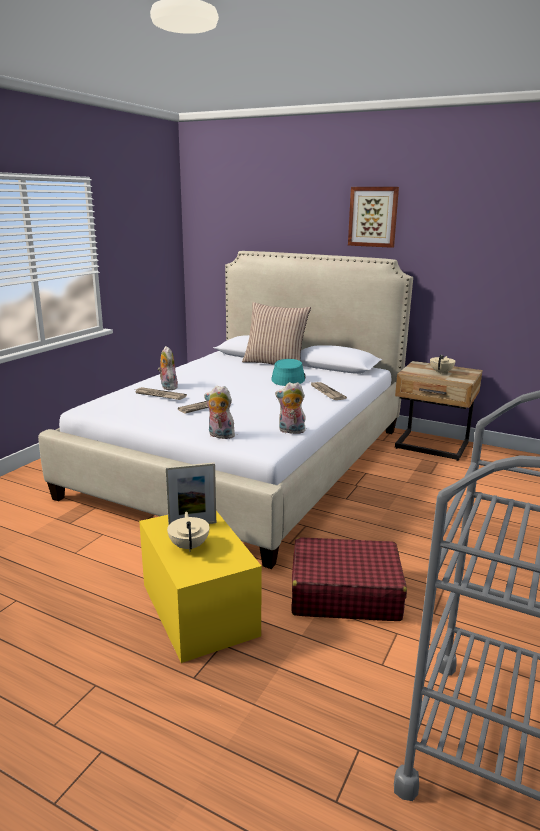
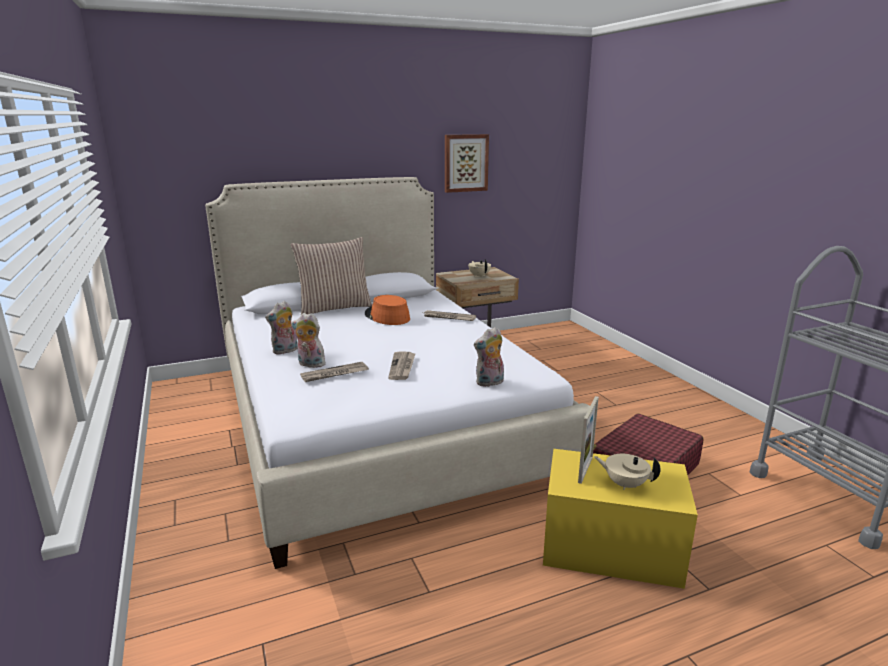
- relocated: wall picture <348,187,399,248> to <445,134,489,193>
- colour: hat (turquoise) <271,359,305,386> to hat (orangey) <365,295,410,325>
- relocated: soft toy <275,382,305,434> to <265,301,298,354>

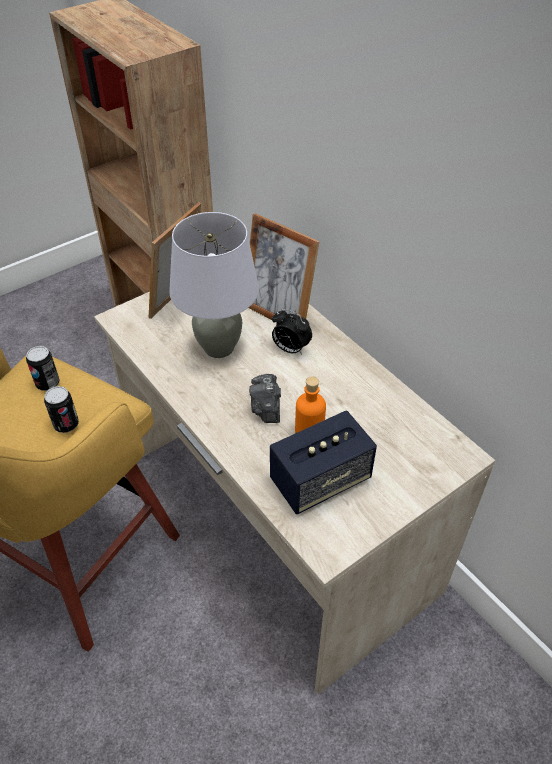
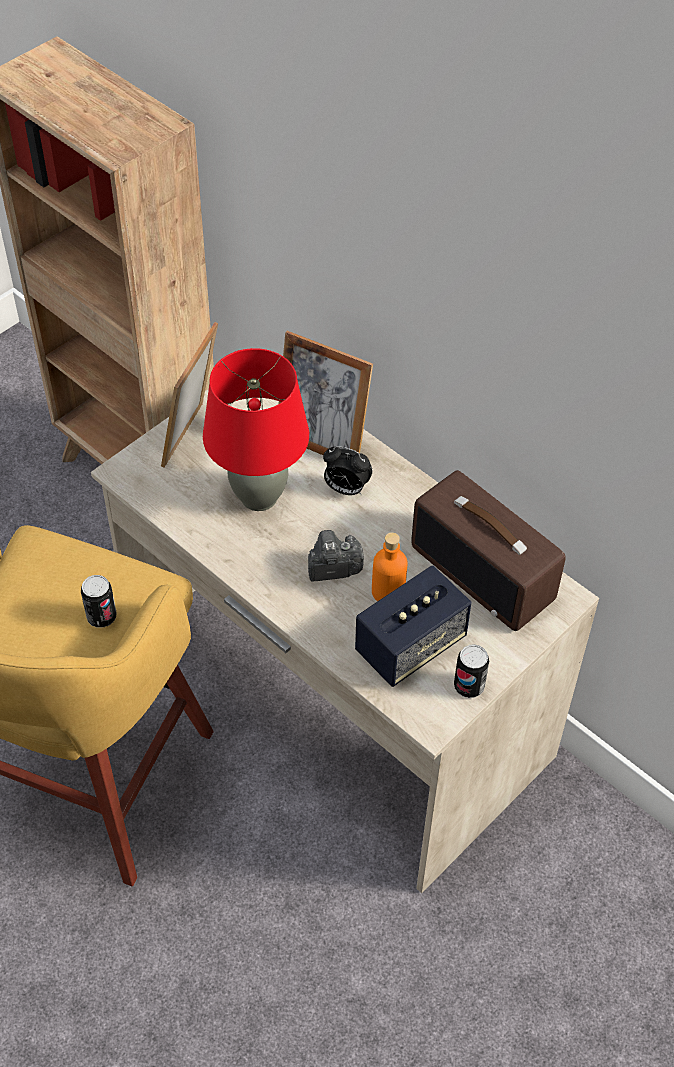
- colour: table lamp (greyish) <169,212,259,358> to table lamp (reddish) <203,348,309,511>
- relocated: sealed can <26,346,60,391> to <454,644,489,698>
- spun: photo camera <249,374,281,423> = <308,530,364,582> 90 degrees clockwise
- appeared: radio <411,470,566,631>

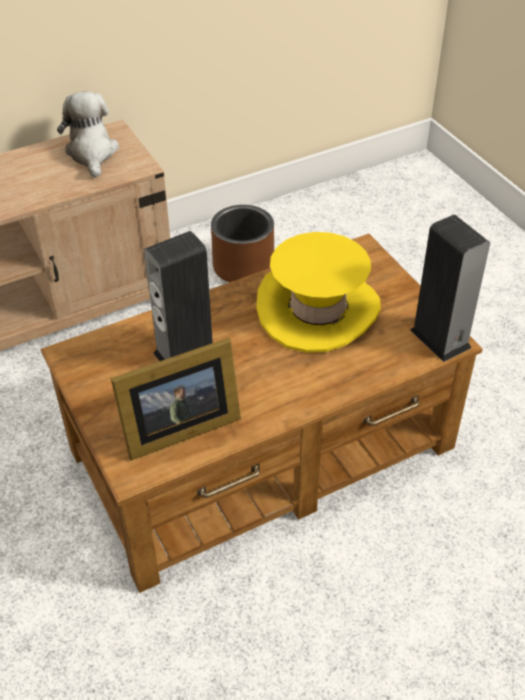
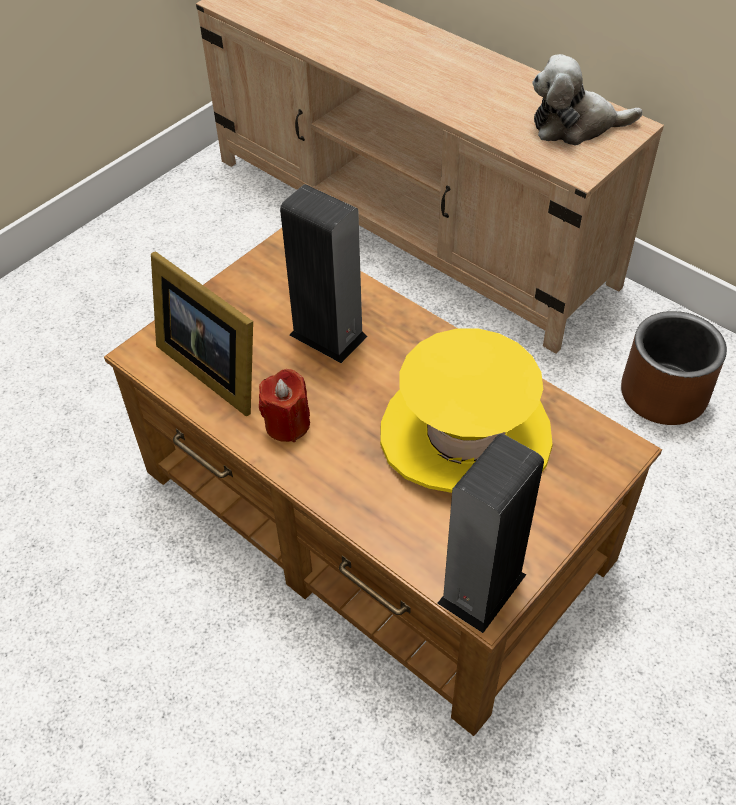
- spun: soft toy <57,92,119,178> = <532,54,643,146> 150 degrees counterclockwise
- appeared: wax candle (reddish) <259,369,310,442>

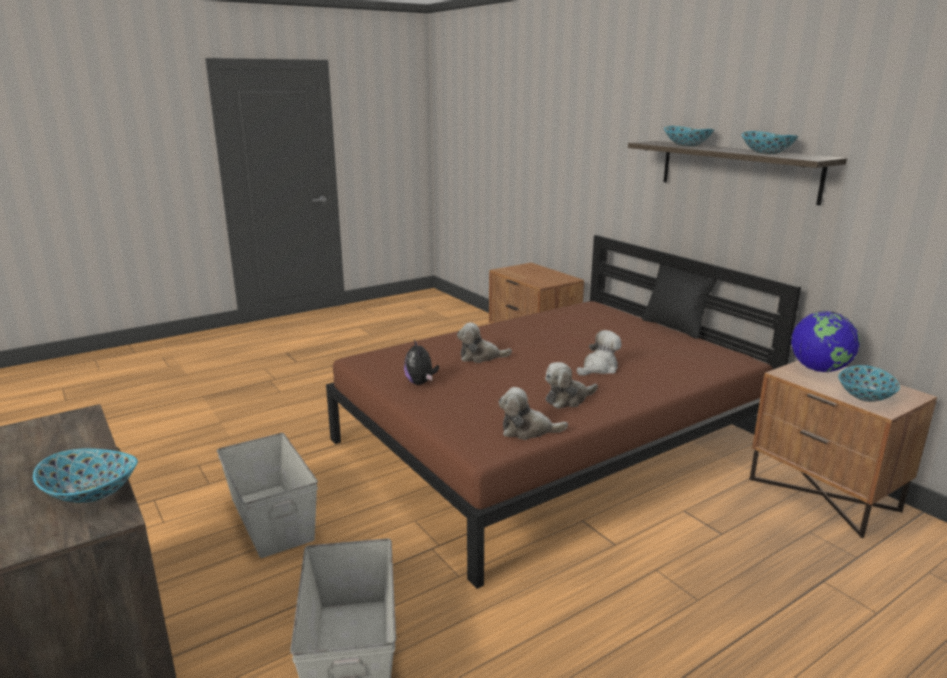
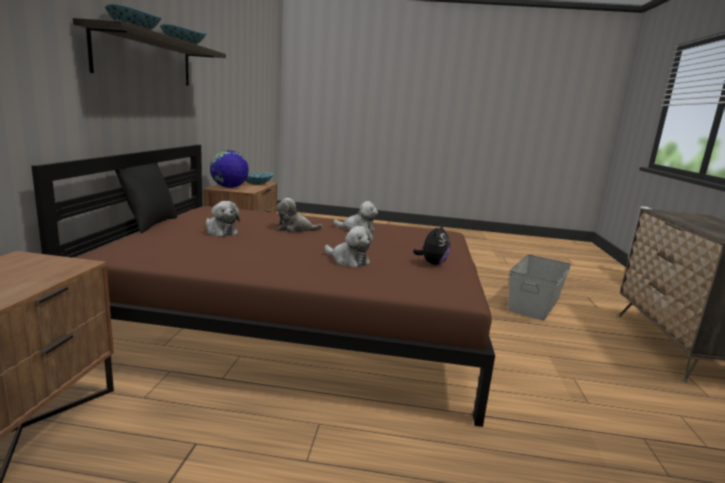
- relocated: soft toy <499,387,568,440> to <206,201,240,237>
- missing: storage bin (greyish) <217,433,318,558>
- missing: bowl <33,448,138,503>

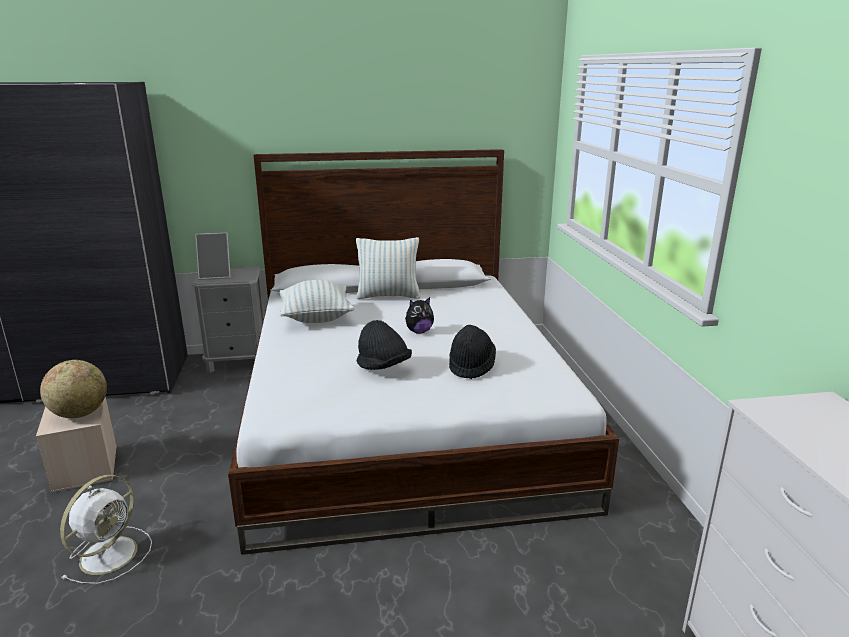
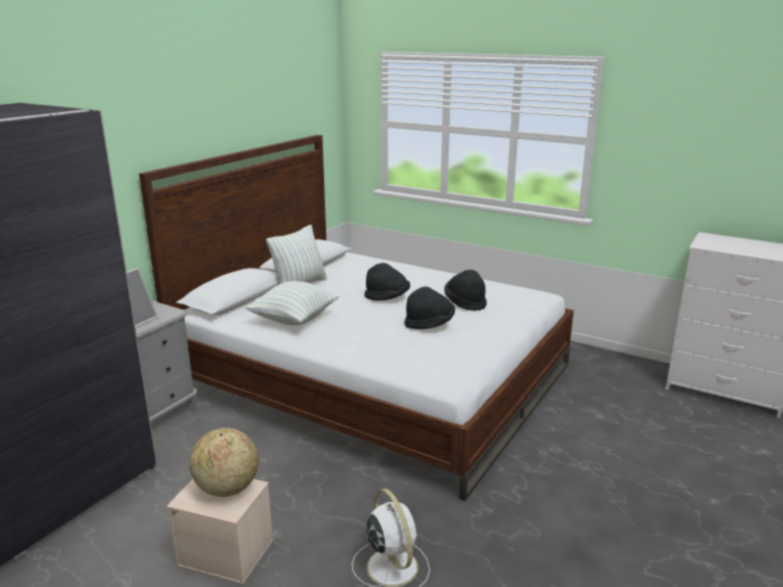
- exchanged: soft toy <405,297,434,334> to hat (black-coloured) <364,263,410,301>

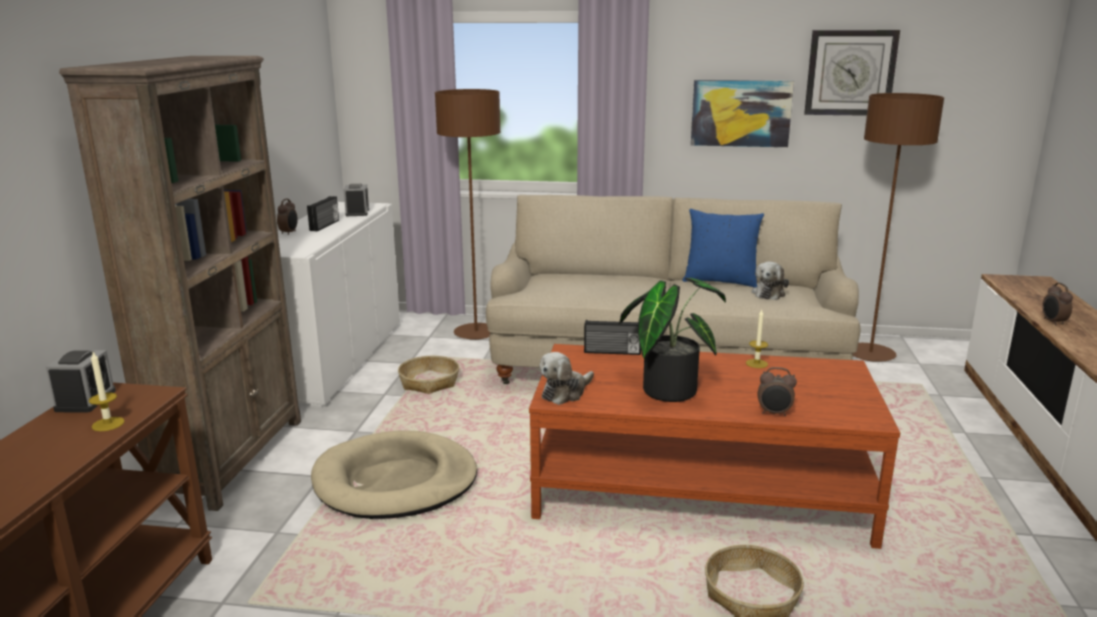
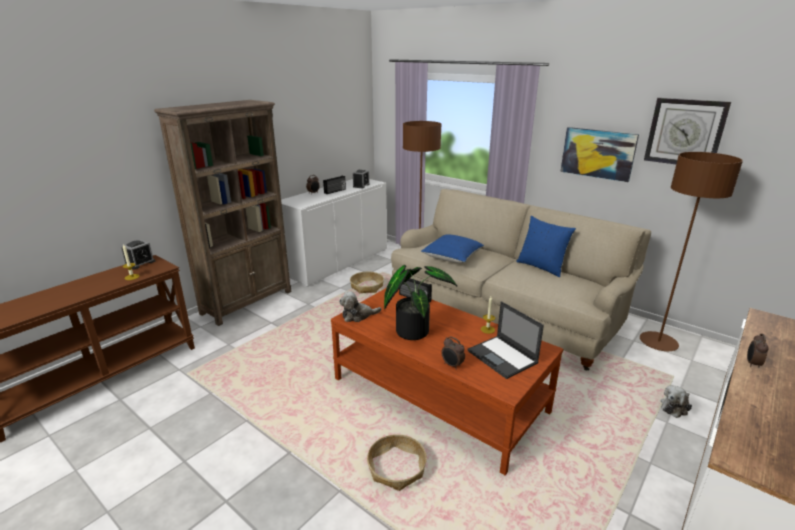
- relocated: soft toy <752,261,789,300> to <661,385,692,418>
- missing: pet bed (beige-coloured) <311,430,477,519>
- appeared: cushion (blue) <421,235,484,263>
- appeared: portable computer <467,301,544,379>

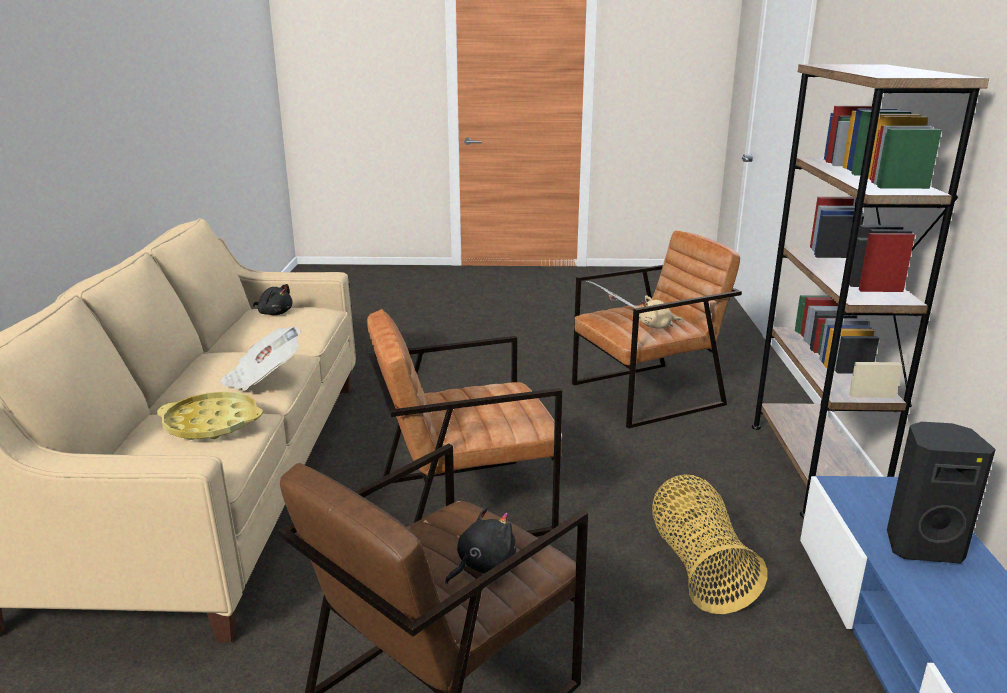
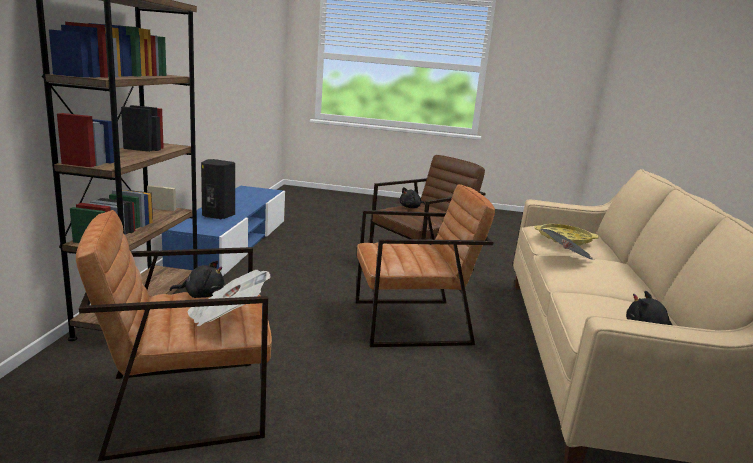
- colour: soft toy (beige-coloured) <639,296,683,329> to soft toy (black-coloured) <170,261,224,298>
- missing: basket <652,474,768,614>

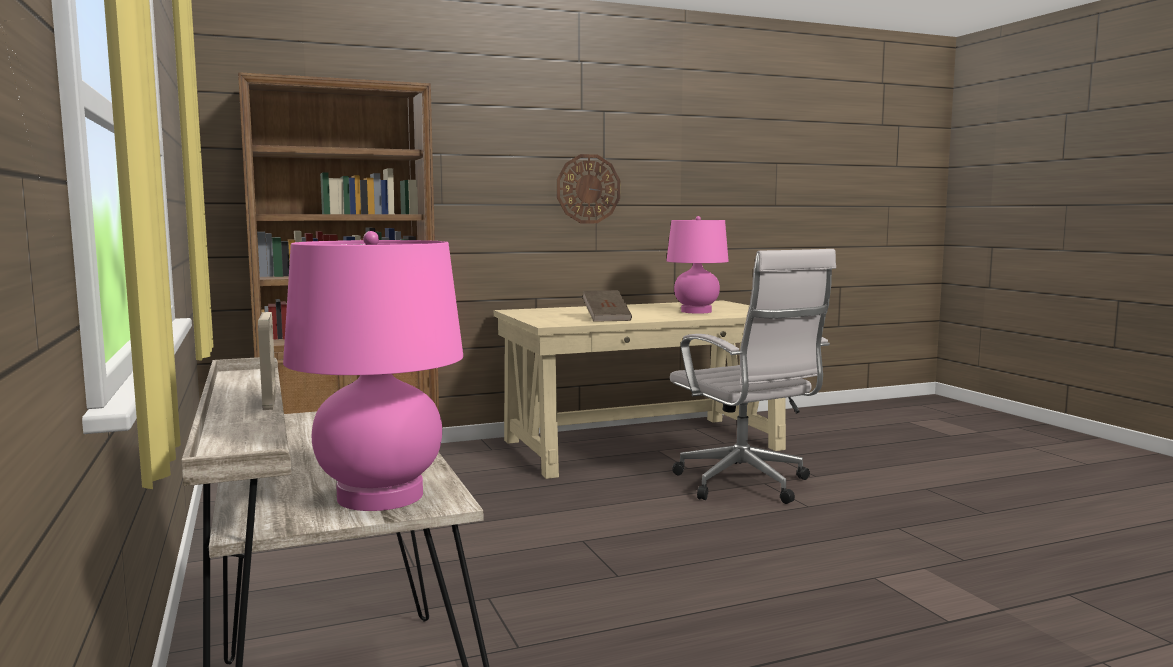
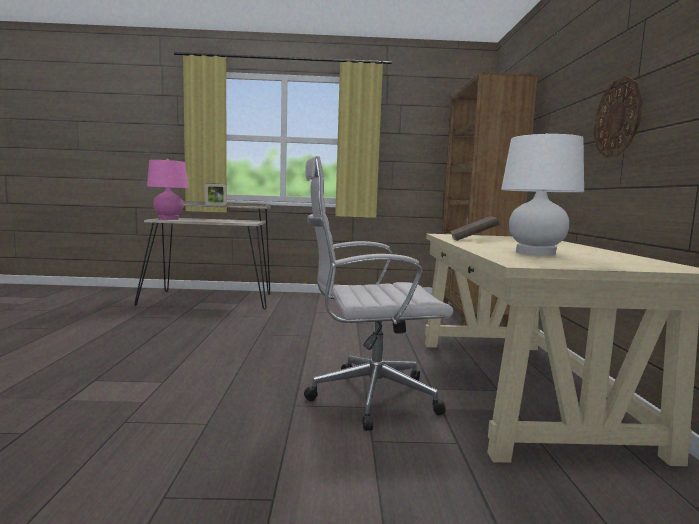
- colour: table lamp (pink) <667,216,729,314> to table lamp (whitish) <501,133,584,256>

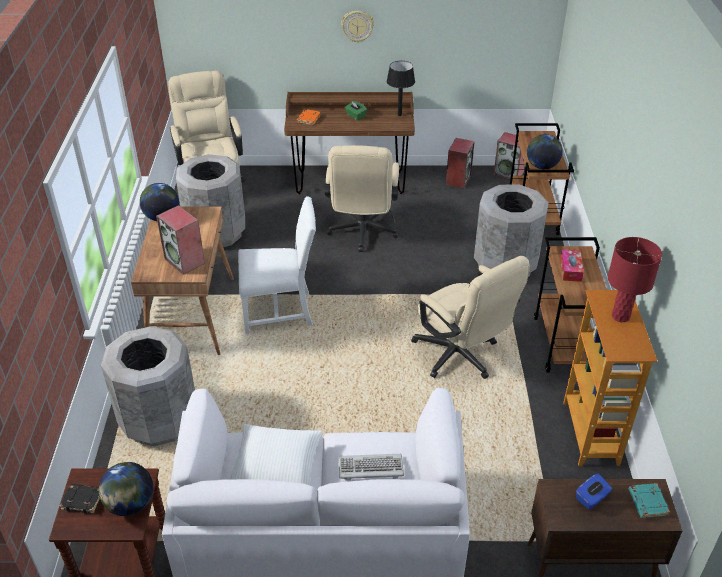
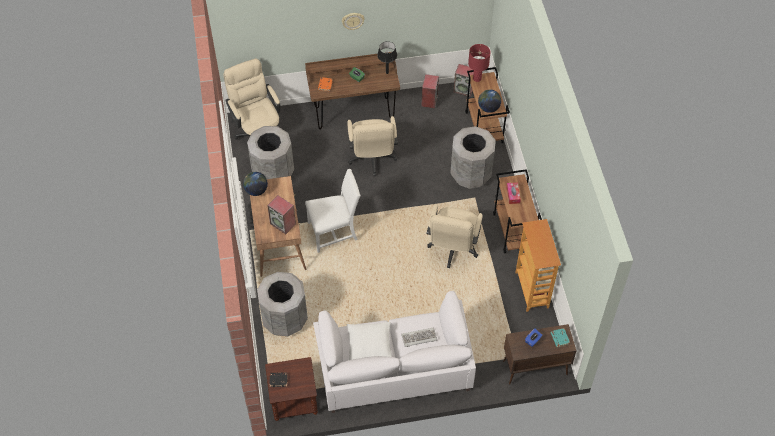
- relocated: table lamp (reddish) <608,237,662,322> to <468,44,490,82>
- spun: desk chair (beige-coloured) <411,256,530,379> = <427,204,483,268> 60 degrees clockwise
- missing: globe <99,462,153,516>

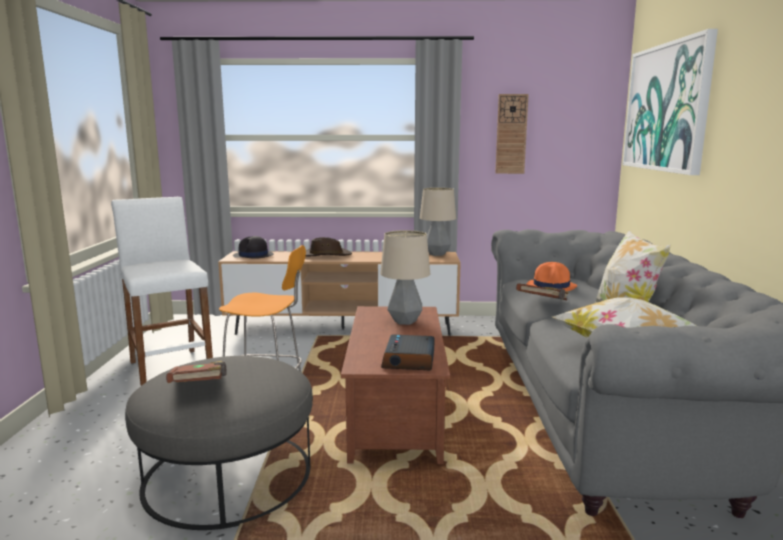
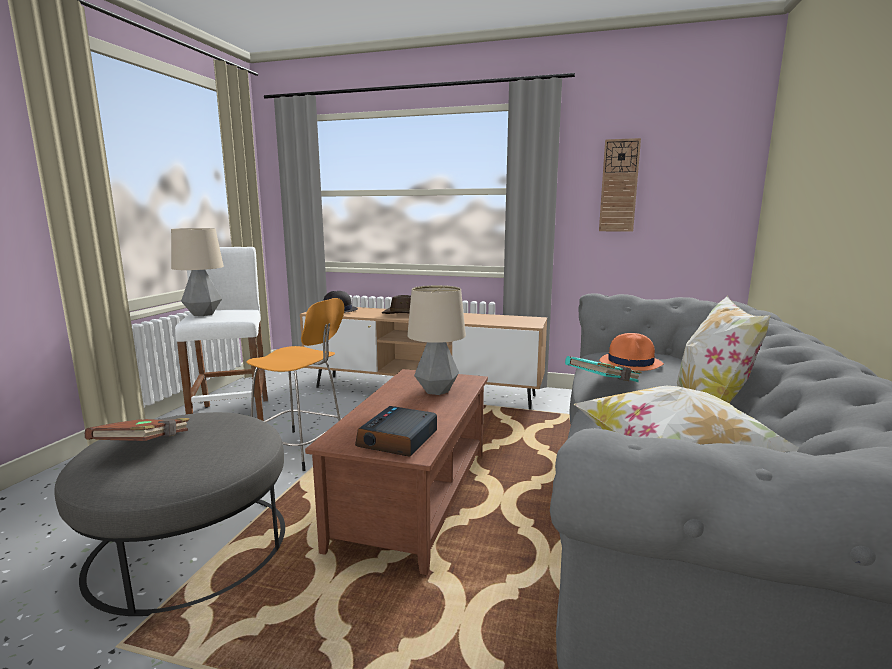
- missing: wall picture <622,29,718,175>
- relocated: table lamp <420,187,456,256> to <171,228,224,316>
- colour: book (brown) <516,283,569,300> to book (turquoise) <565,356,642,382>

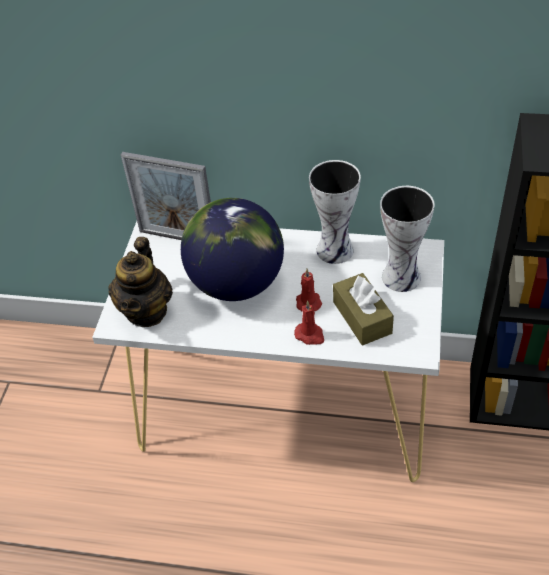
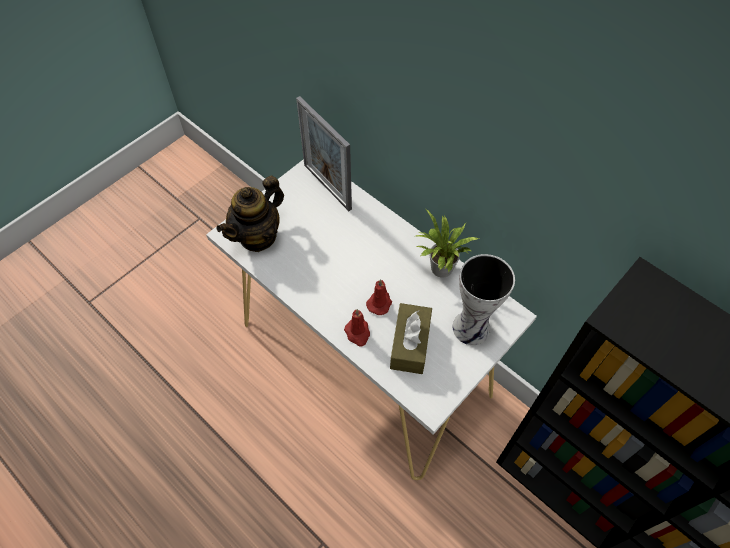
- exchanged: decorative vase <309,160,361,264> to potted plant <416,208,479,278>
- missing: globe <181,198,284,301>

